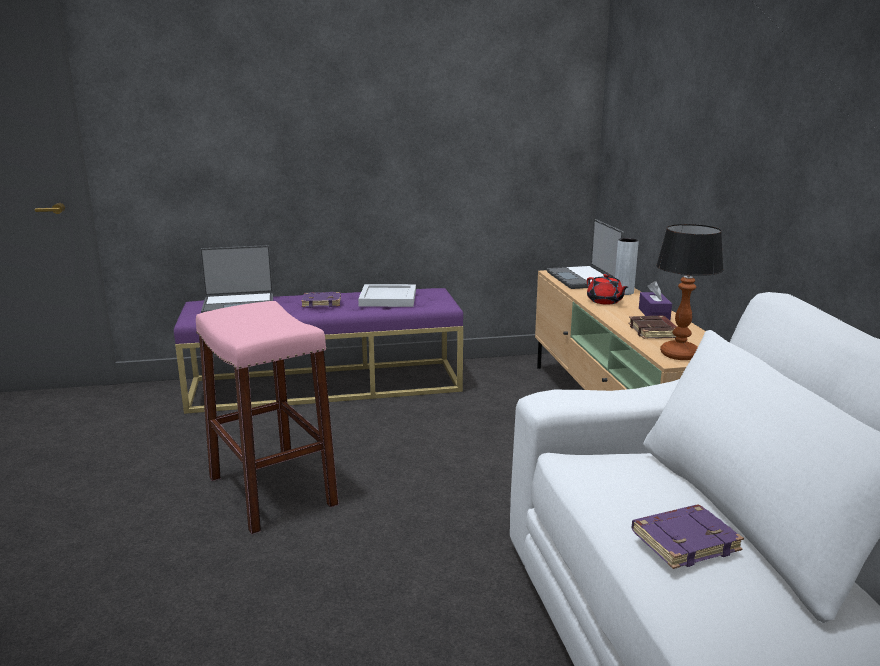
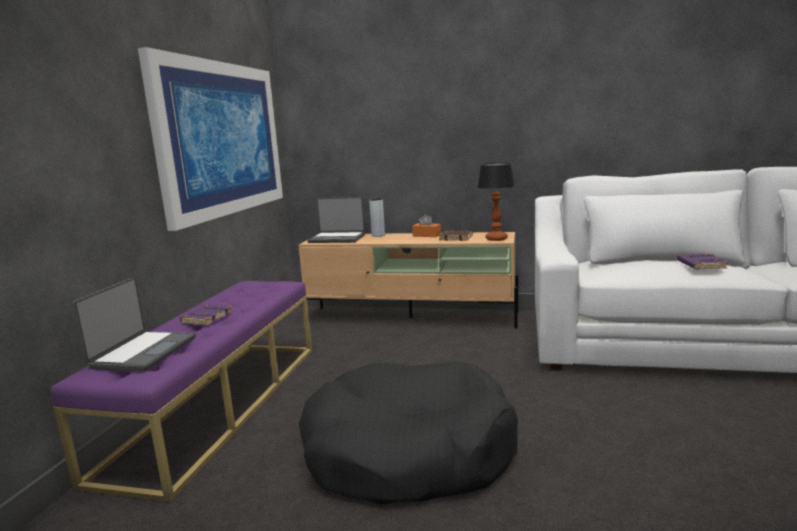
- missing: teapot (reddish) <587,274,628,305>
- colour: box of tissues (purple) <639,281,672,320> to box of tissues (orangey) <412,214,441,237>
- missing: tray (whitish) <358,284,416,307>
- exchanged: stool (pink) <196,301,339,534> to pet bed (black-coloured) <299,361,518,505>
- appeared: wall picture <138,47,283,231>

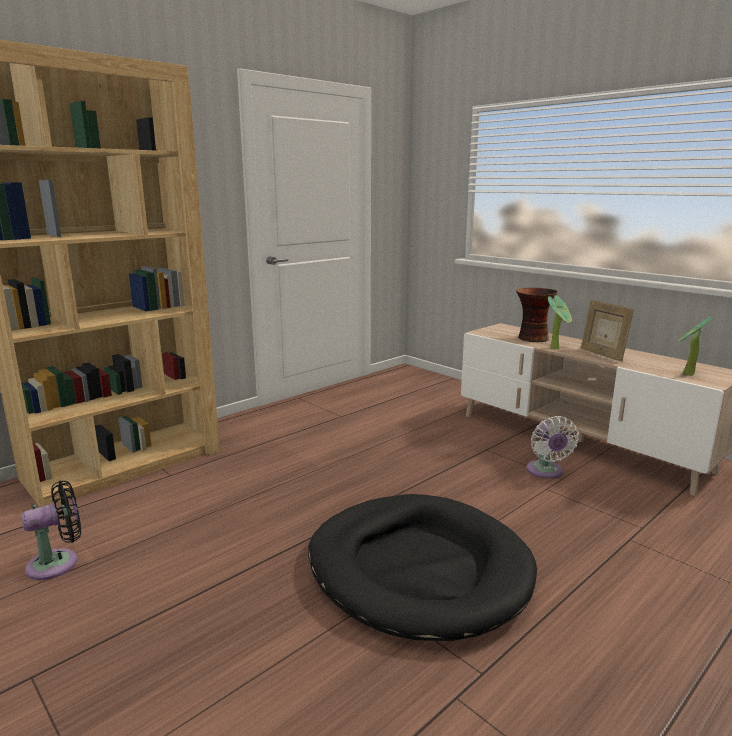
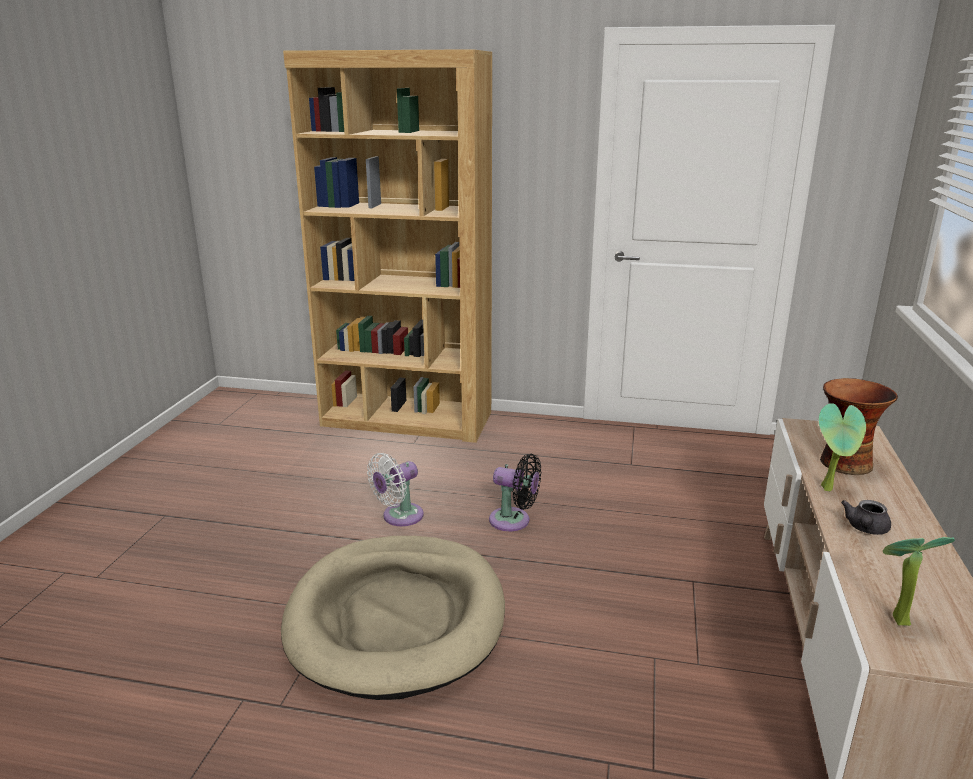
- exchanged: photo frame <581,300,634,361> to teapot (greyish) <841,500,891,535>
- relocated: cooling fan (whitish) <527,416,579,479> to <367,453,424,526>
- relocated: cooling fan (black-coloured) <21,481,81,580> to <489,454,541,531>
- colour: pet bed (black-coloured) <308,494,537,641> to pet bed (beige-coloured) <281,536,505,700>

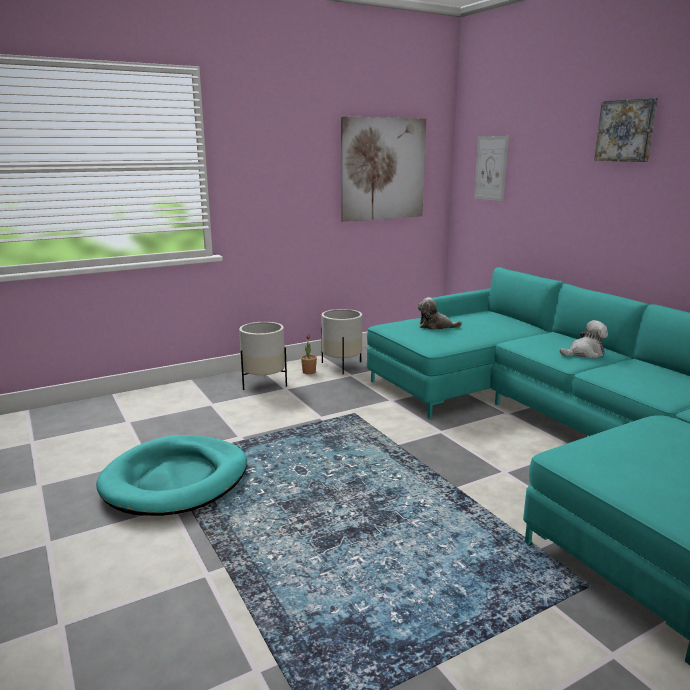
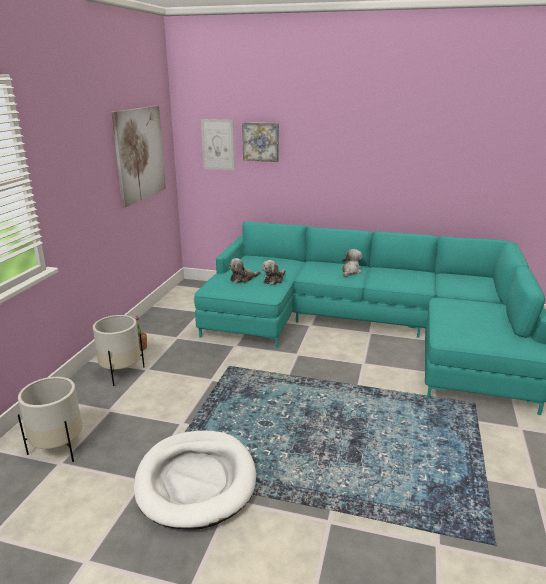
- relocated: wall picture <594,98,658,162> to <242,122,279,162>
- relocated: planter (whitish) <321,309,362,375> to <18,377,82,462>
- colour: pet bed (turquoise) <96,435,247,516> to pet bed (whitish) <134,430,256,530>
- appeared: soft toy <262,260,286,285>

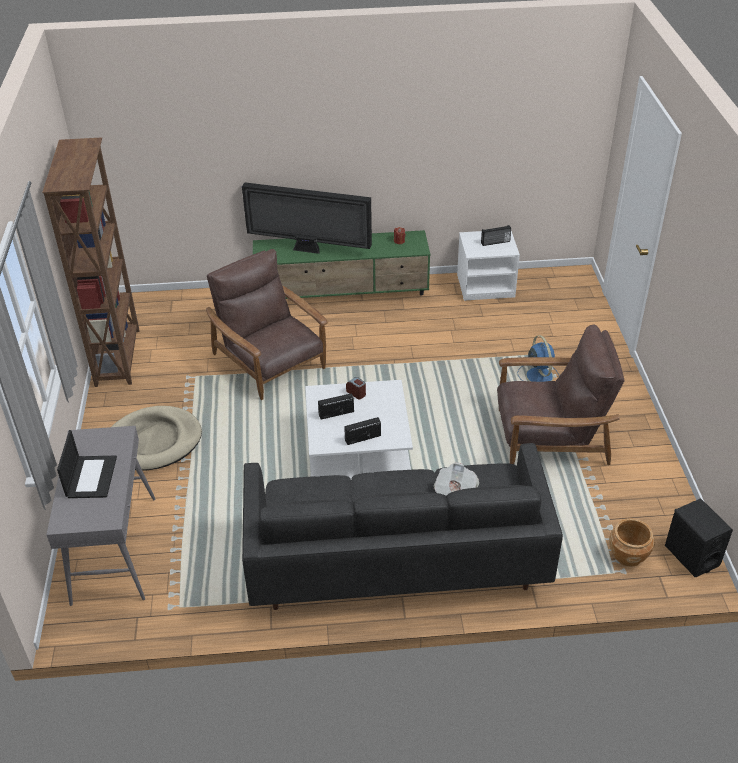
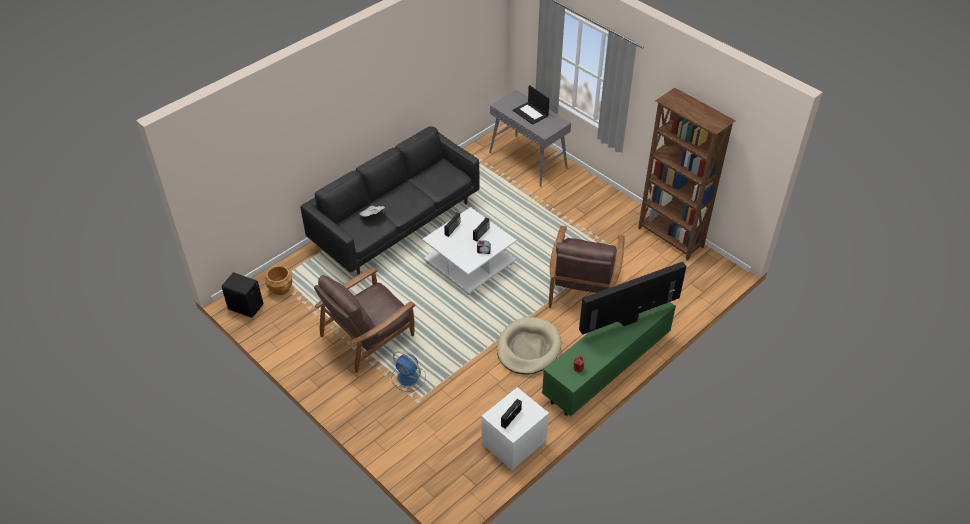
- spun: armchair (brown) <206,249,328,400> = <549,226,625,308> 90 degrees clockwise
- relocated: pet bed (beige-coloured) <111,406,202,471> to <497,317,561,375>

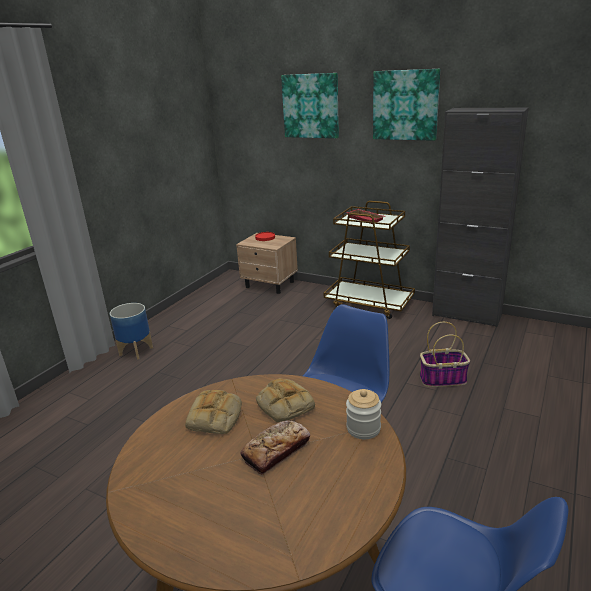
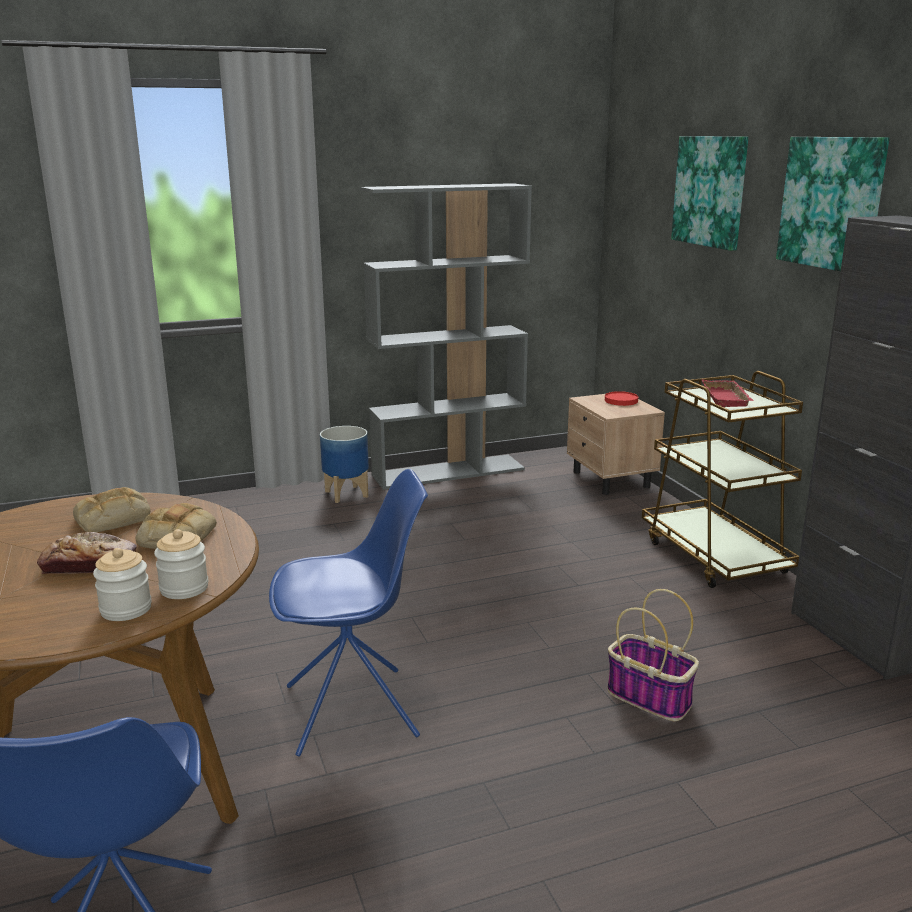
- appeared: shelving unit (greyish) <361,183,532,490>
- appeared: jar <93,548,152,621>

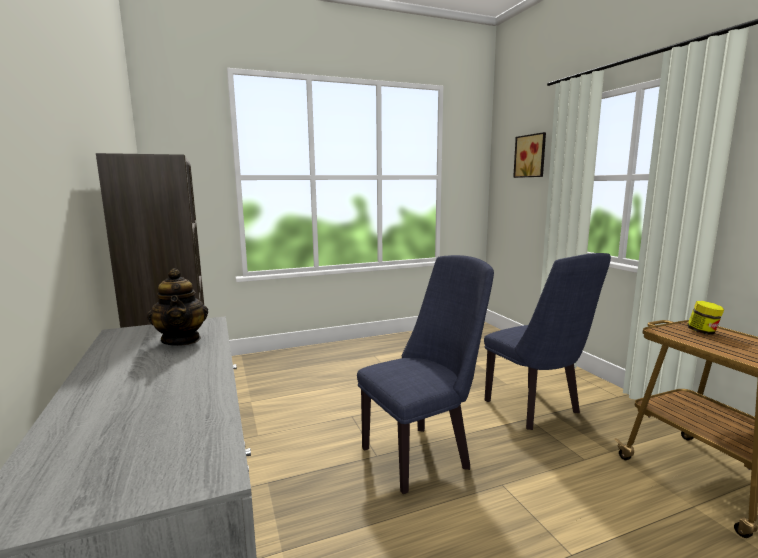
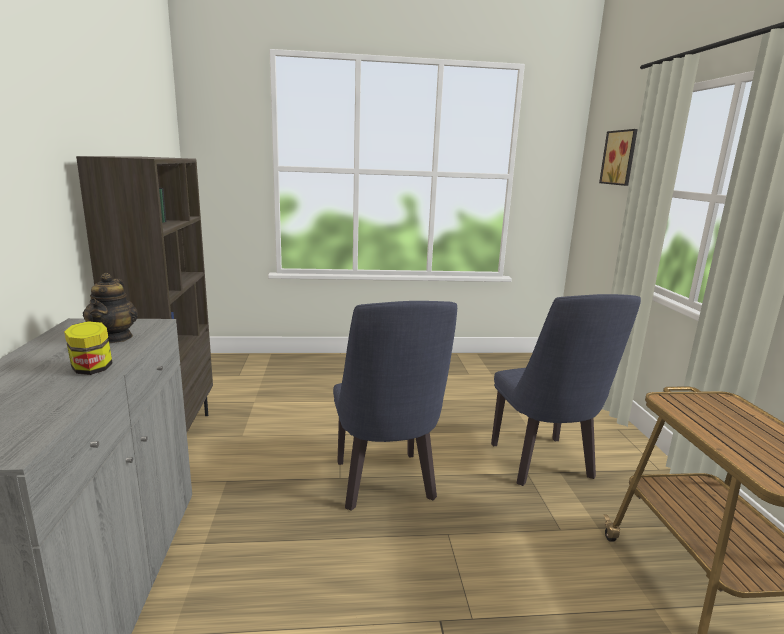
- spun: upright chair (blue) <357,255,494,494> = <333,301,457,511> 90 degrees clockwise
- relocated: jar <687,301,724,335> to <64,321,112,375>

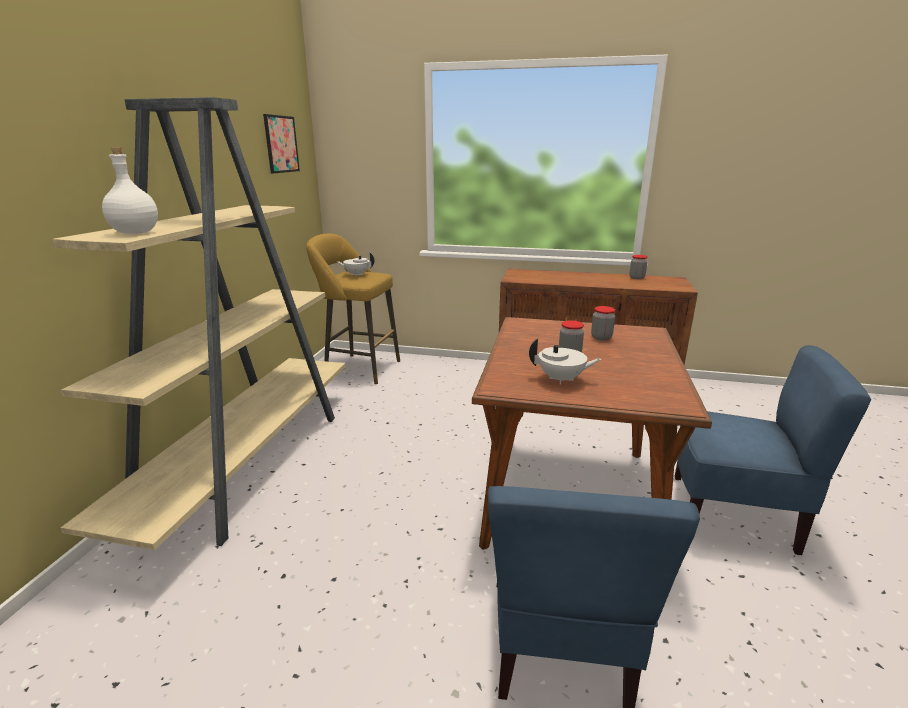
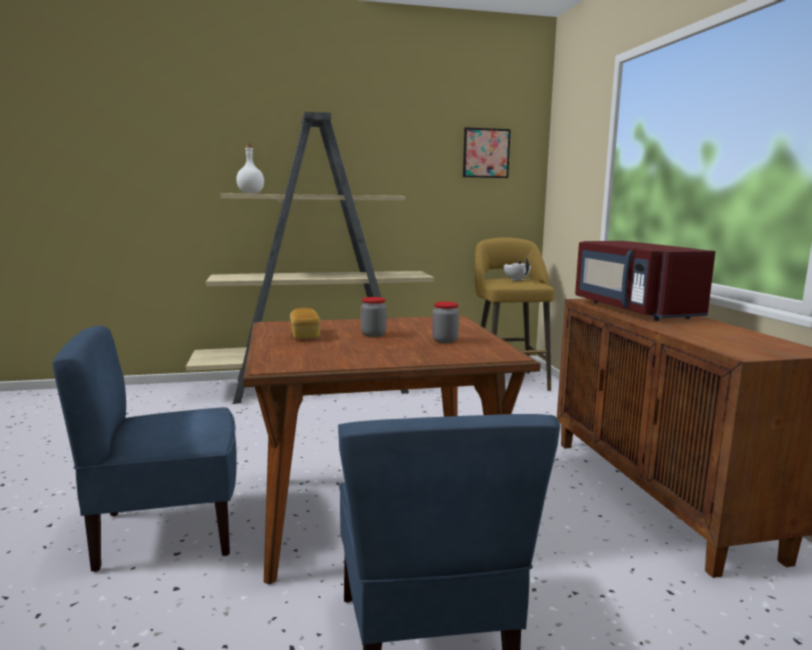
- missing: jar <629,255,648,279>
- exchanged: teapot (whitish) <529,339,602,385> to baked bread <290,308,321,339>
- appeared: microwave (reddish) <575,241,716,321>

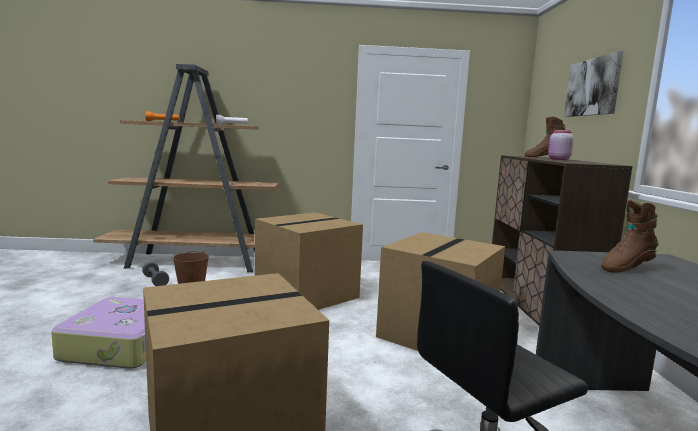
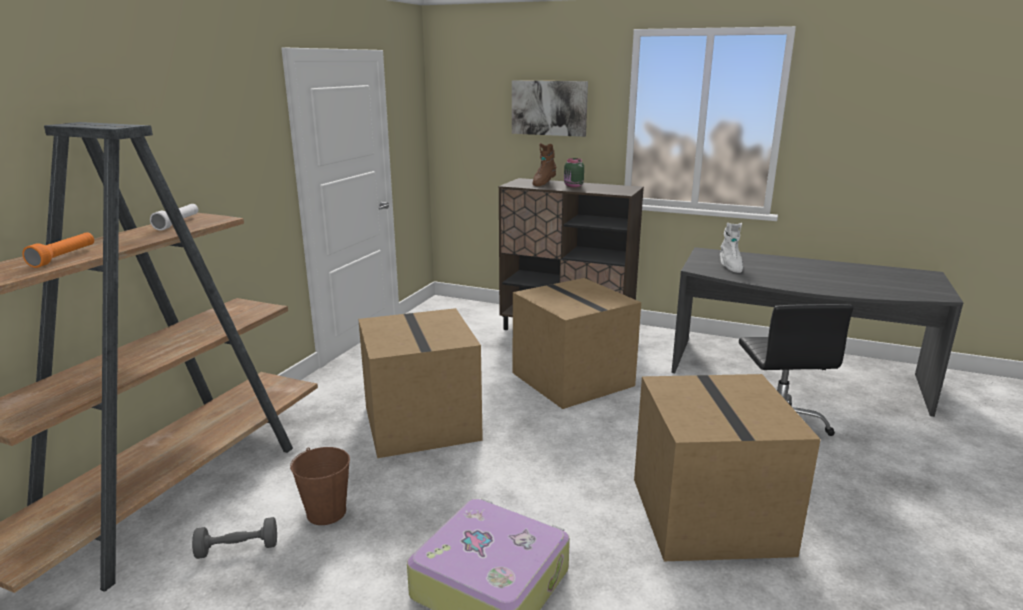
- colour: jar (pink) <548,130,574,160> to jar (green-coloured) <564,158,584,187>
- colour: boot (brown) <601,200,659,273> to boot (whitish) <720,223,743,273>

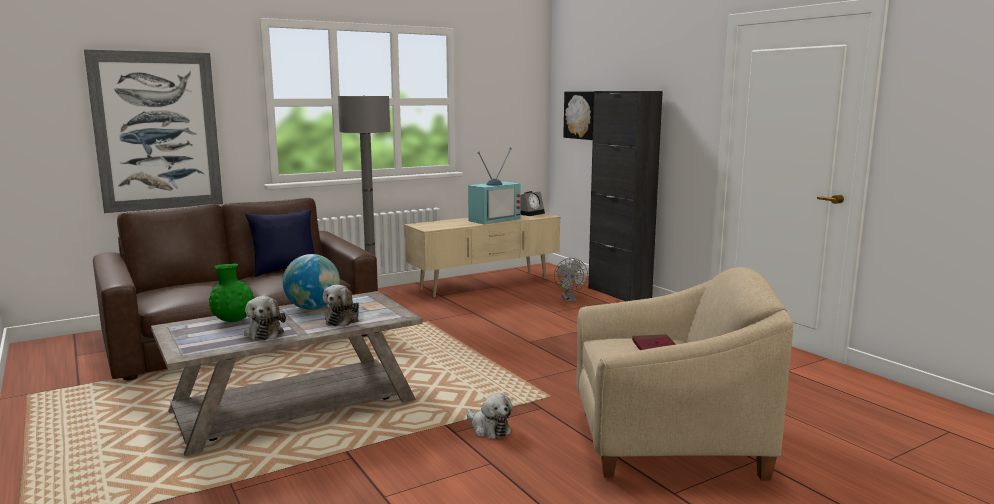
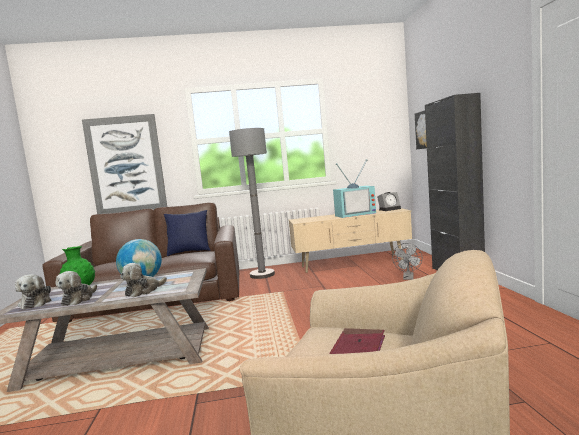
- relocated: soft toy <466,393,513,439> to <15,274,52,309>

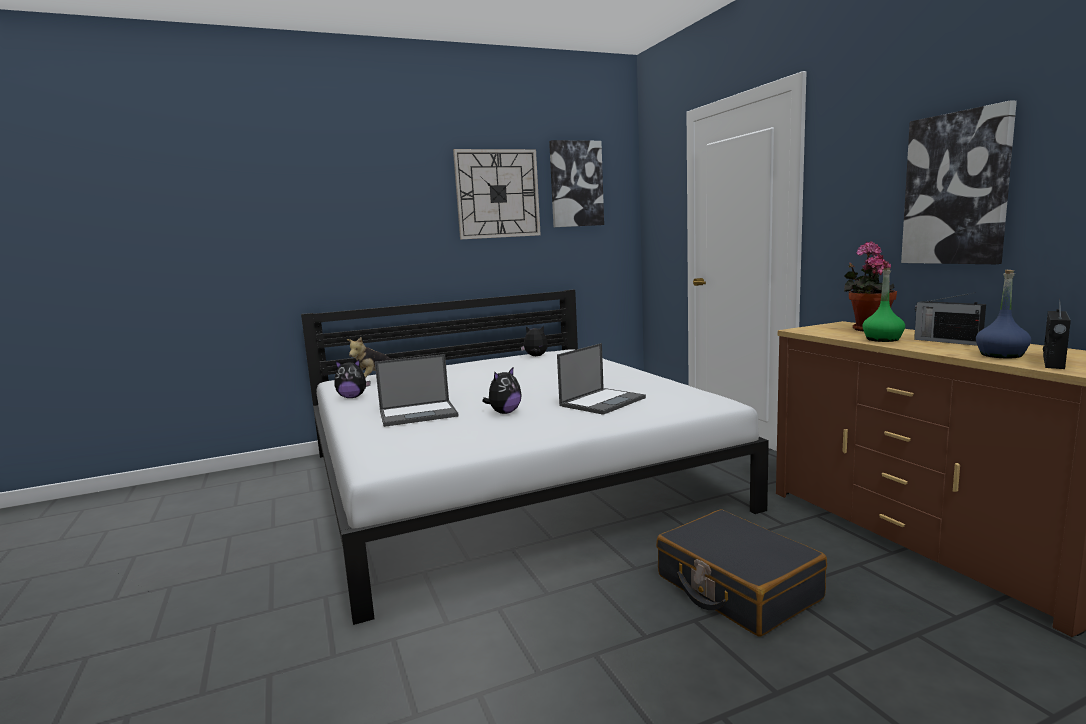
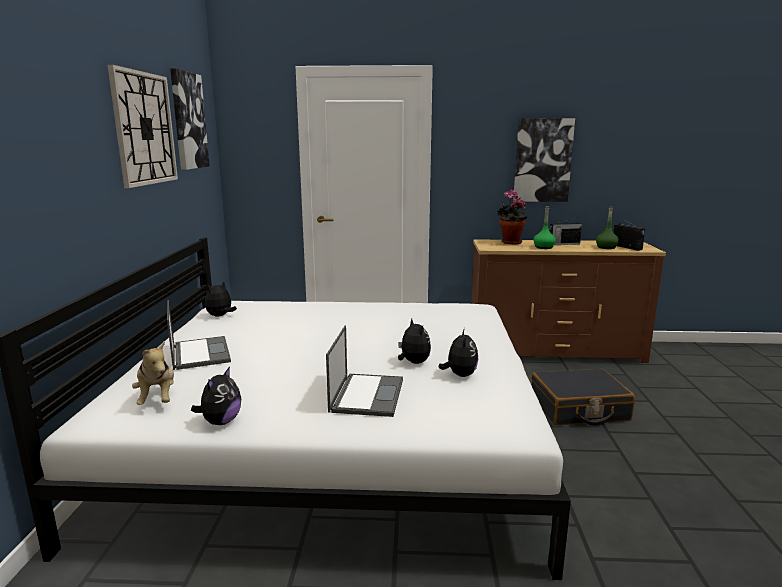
- colour: bottle (blue) <976,270,1031,358> to bottle (green-coloured) <596,206,619,249>
- relocated: portable computer <557,343,646,415> to <167,300,231,370>
- appeared: soft toy <439,328,478,377>

